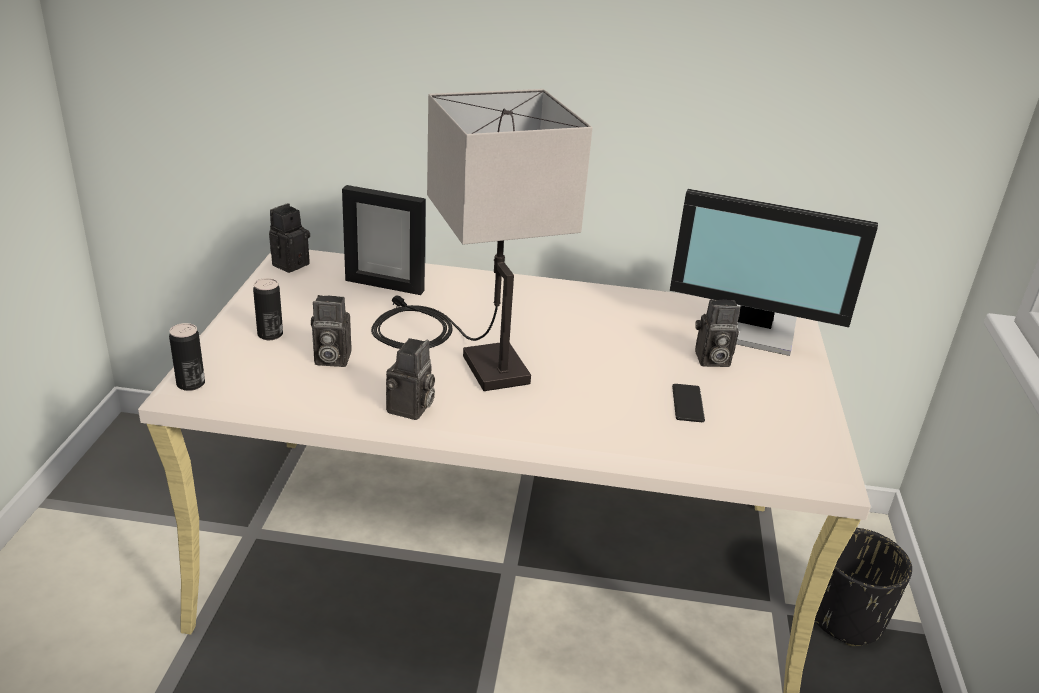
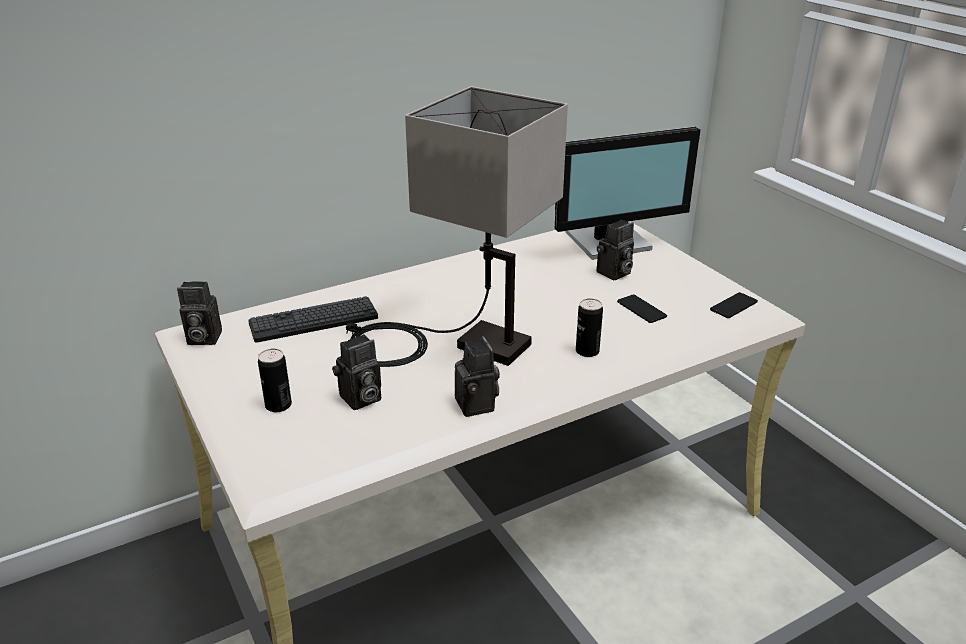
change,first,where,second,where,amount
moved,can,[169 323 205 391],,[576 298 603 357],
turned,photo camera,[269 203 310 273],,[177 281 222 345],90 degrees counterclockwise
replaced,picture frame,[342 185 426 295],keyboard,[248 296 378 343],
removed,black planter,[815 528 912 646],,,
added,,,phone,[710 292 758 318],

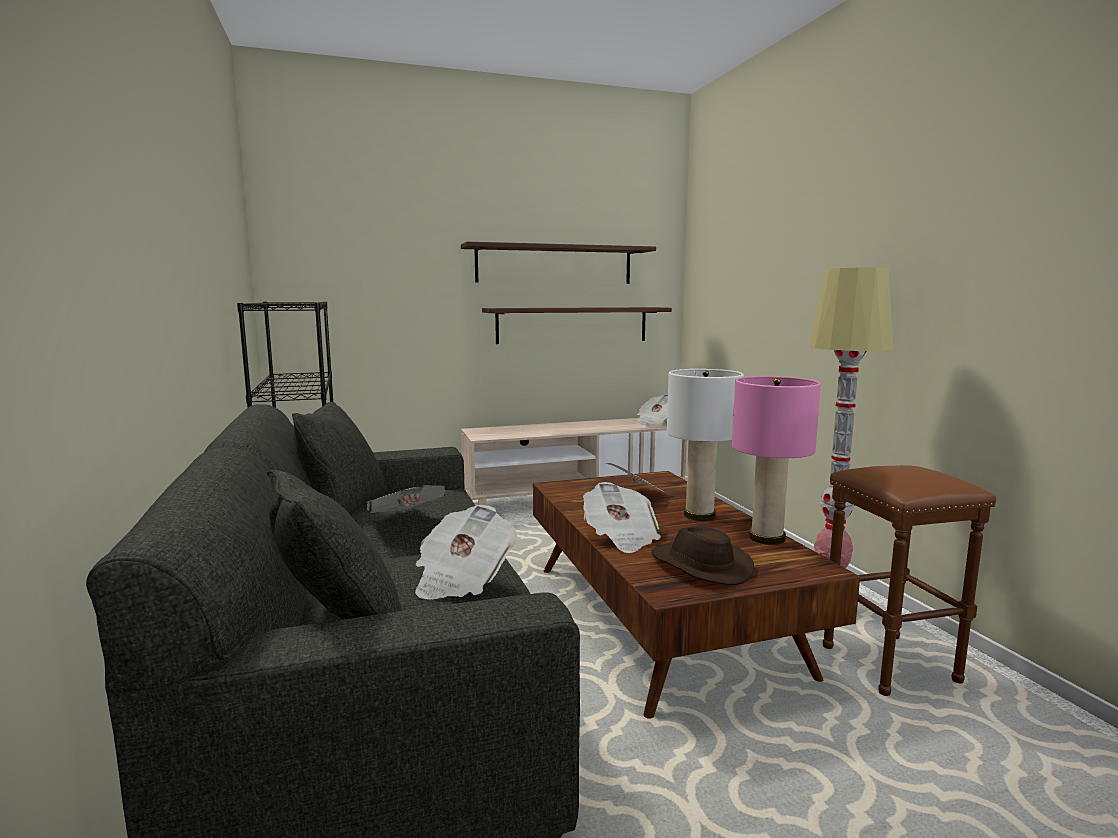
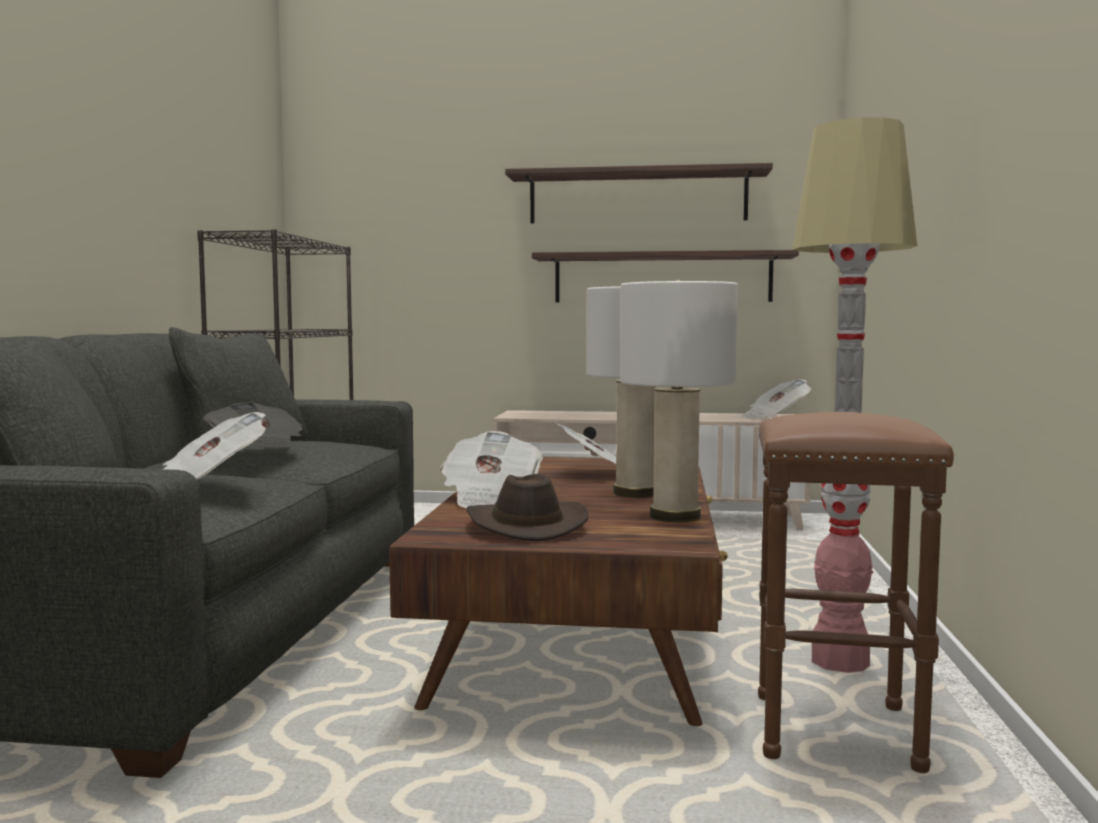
change,first,where,second,where,amount
recoloured,pink table lamp,[732 376 821 545],white table lamp,[620 280 738 522],

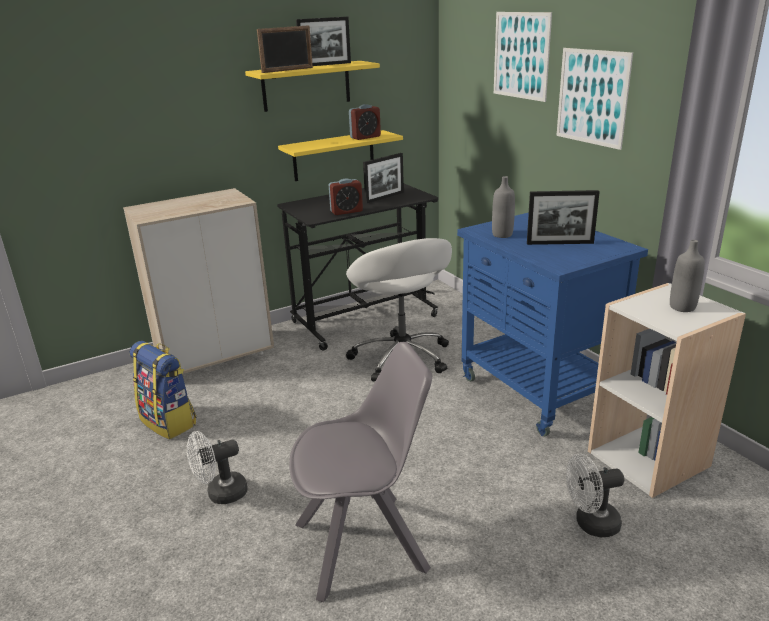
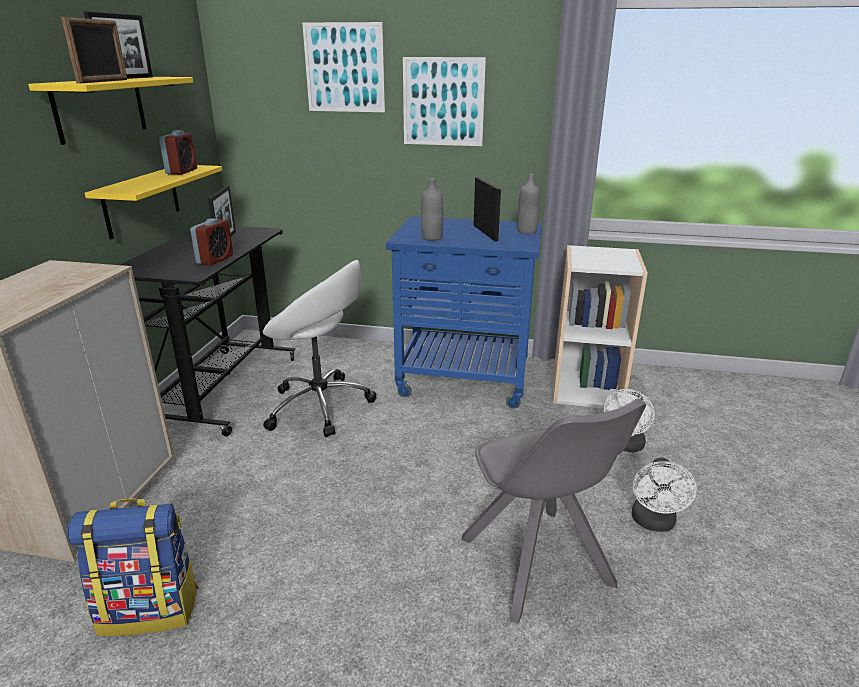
change,first,where,second,where,amount
moved,white fan,[187 431 248 504],,[632 458 697 532],
turned,grey chair,[289 342 432 602],,[461 399 646 624],135 degrees clockwise
turned,picture frame,[527 190 600 245],,[473 177 501 242],60 degrees counterclockwise
moved,grey bottle,[670 240 705 312],,[517 174 540 234],

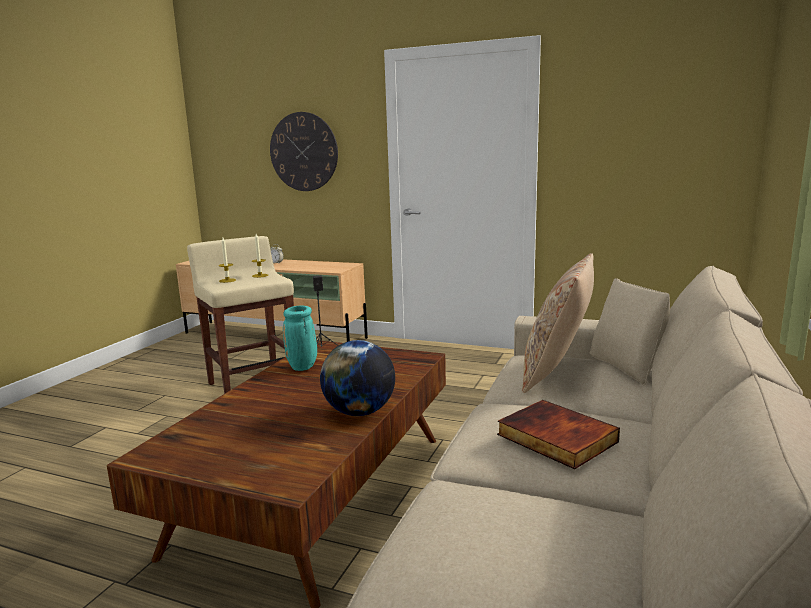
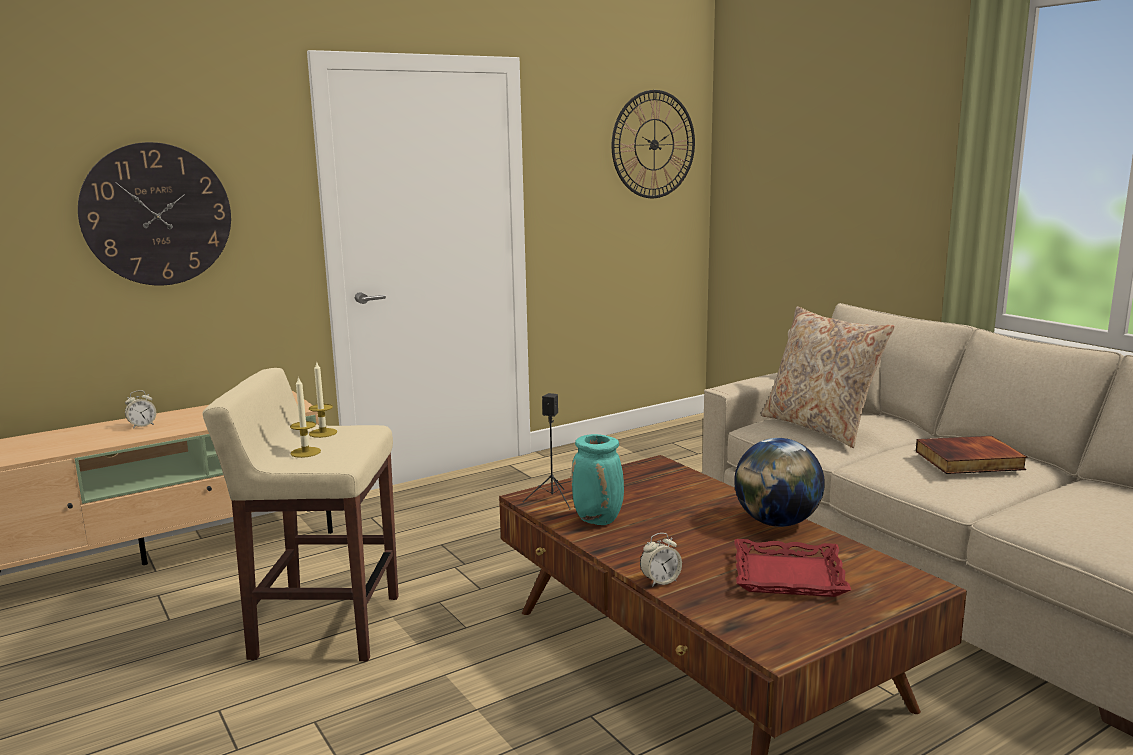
change,first,where,second,where,amount
added,,,wall clock,[612 90 695 198],
added,,,alarm clock,[640 533 682 587],
added,,,red tray,[734 539 851 597],

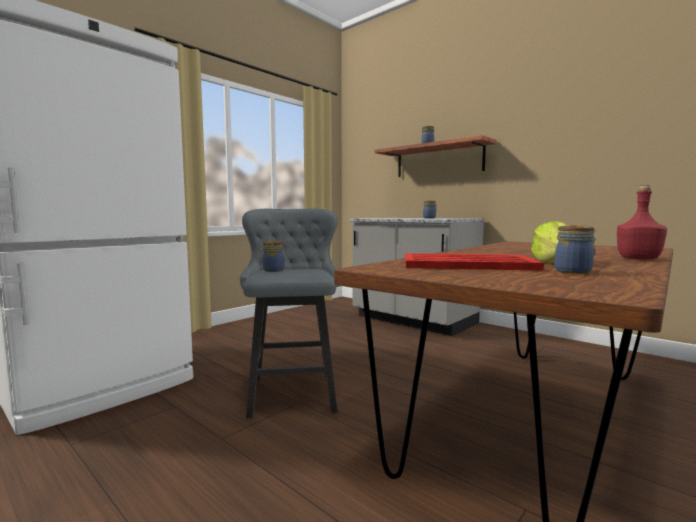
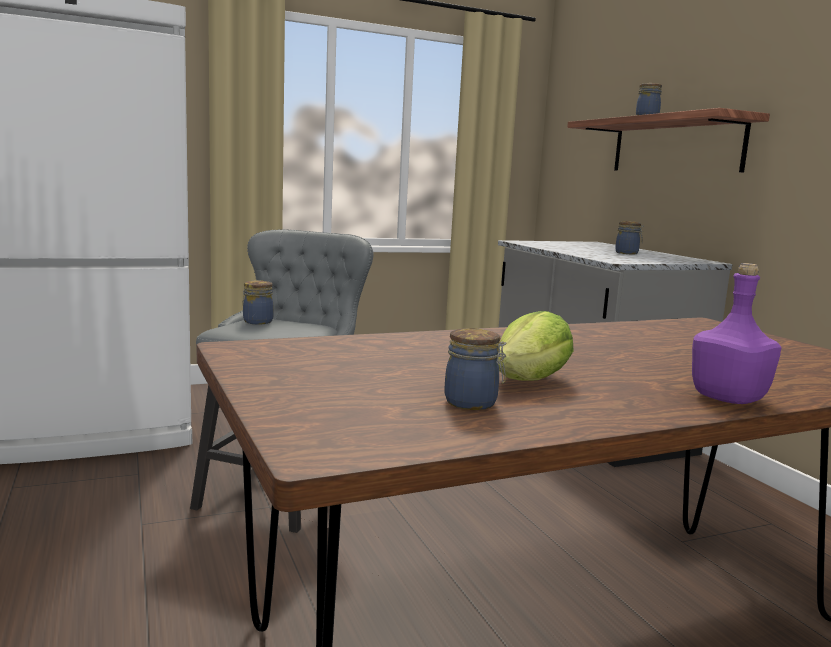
change,first,where,second,where,amount
removed,red tray,[405 253 544 271],,,
recoloured,red bottle,[617 185 667 260],purple bottle,[692 263 782 404],

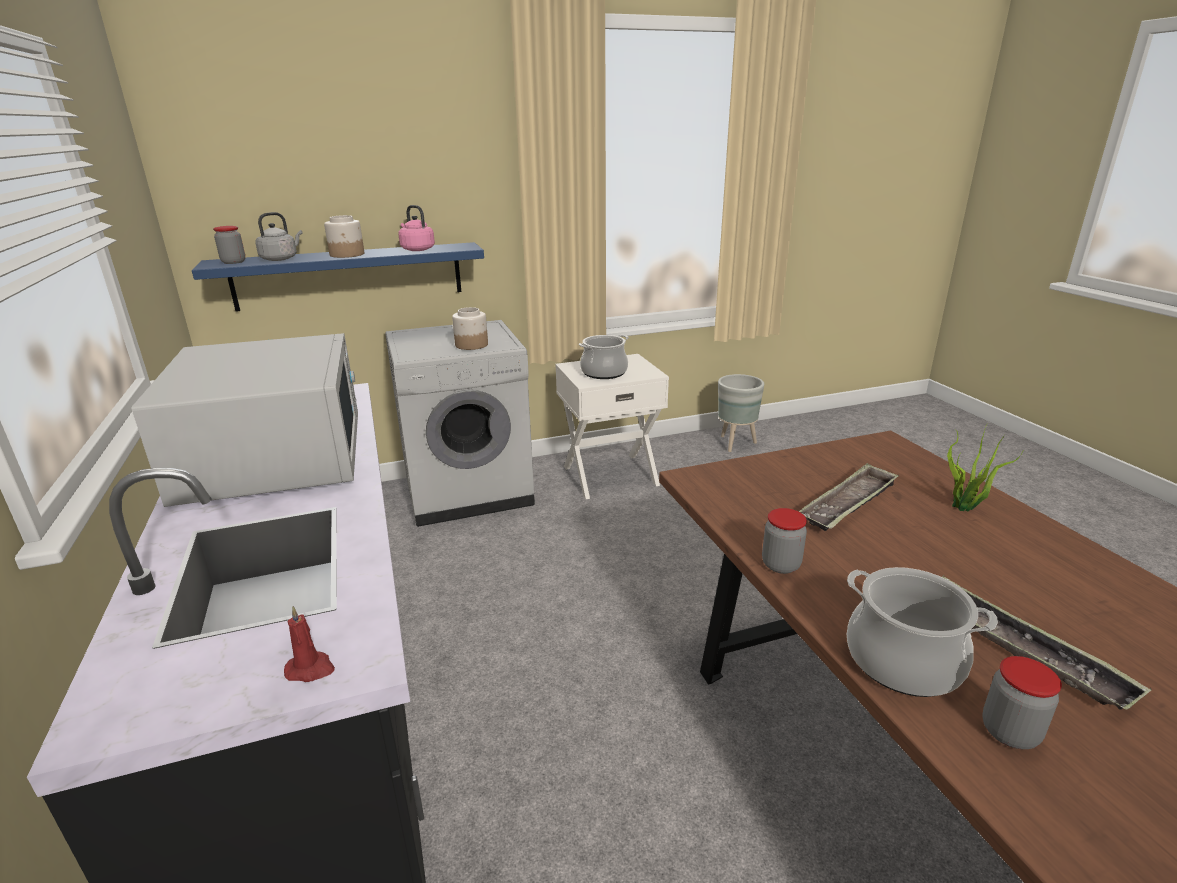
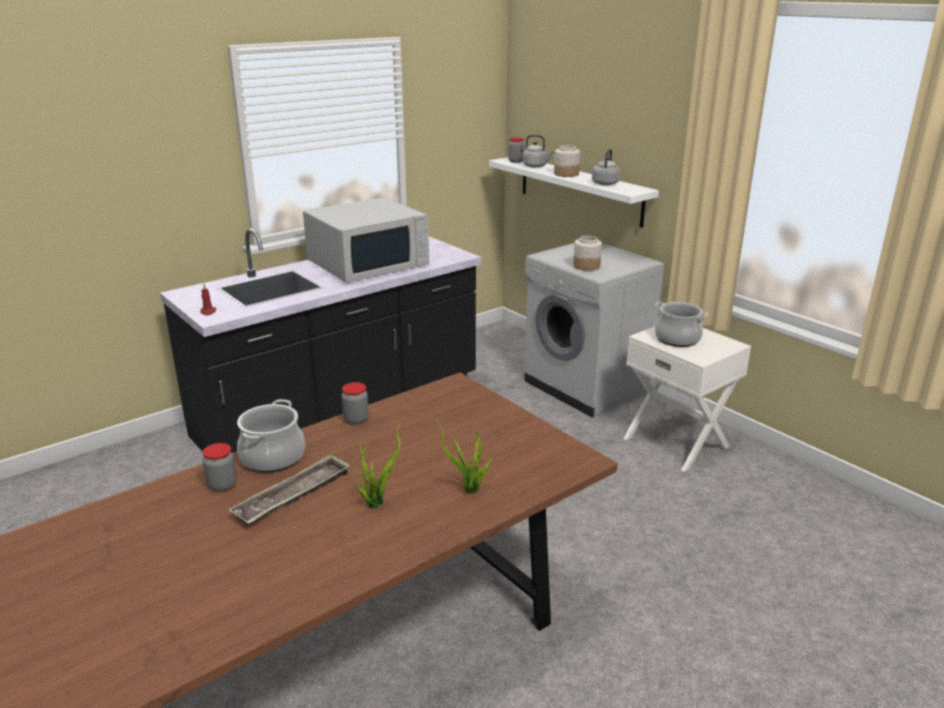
change,first,where,second,where,amount
recoloured,blue shelf,[192 242 484 312],white shelf,[489 157 659 228],
recoloured,pink kettle,[398 205 435 251],grey kettle,[592 149 620 185],
removed,grey planter,[718 374 764 452],,,
removed,tray,[799 463 899 531],,,
added,,,potted plant,[352 417 405 509],

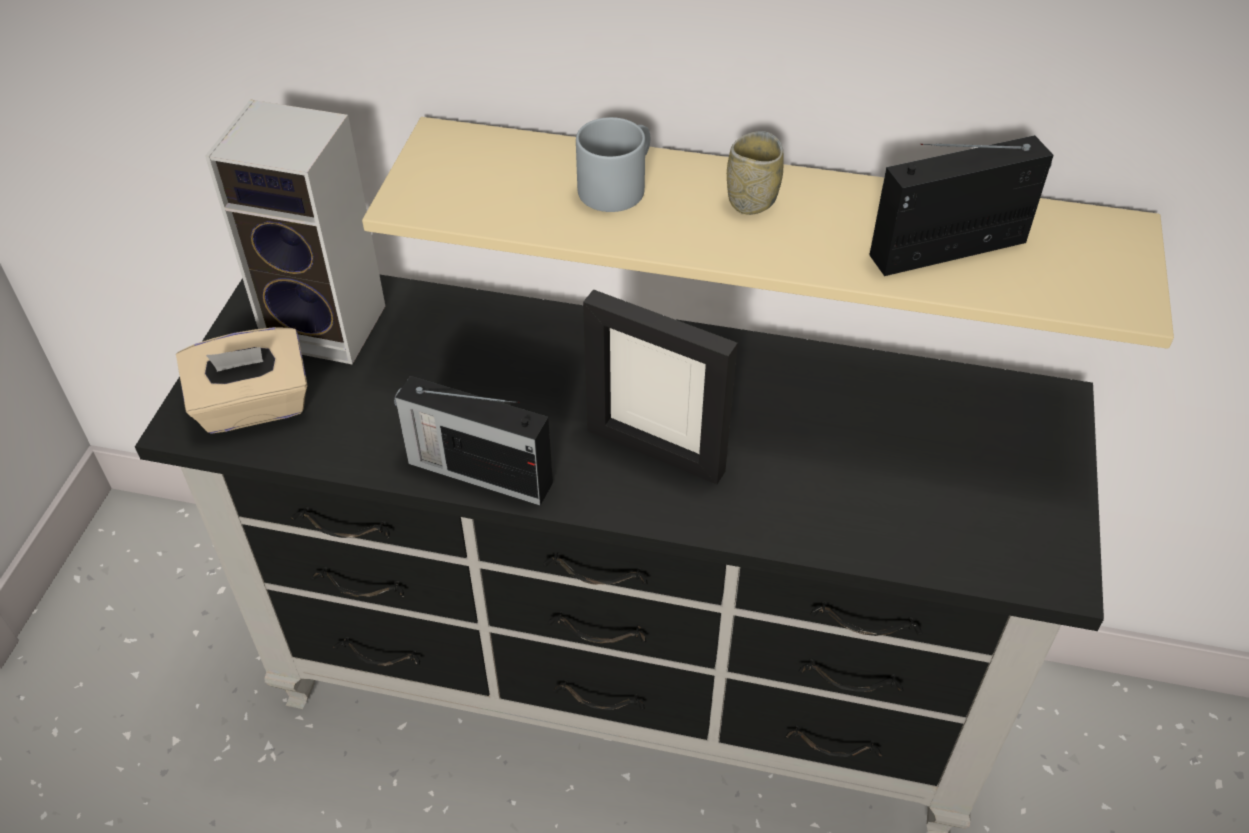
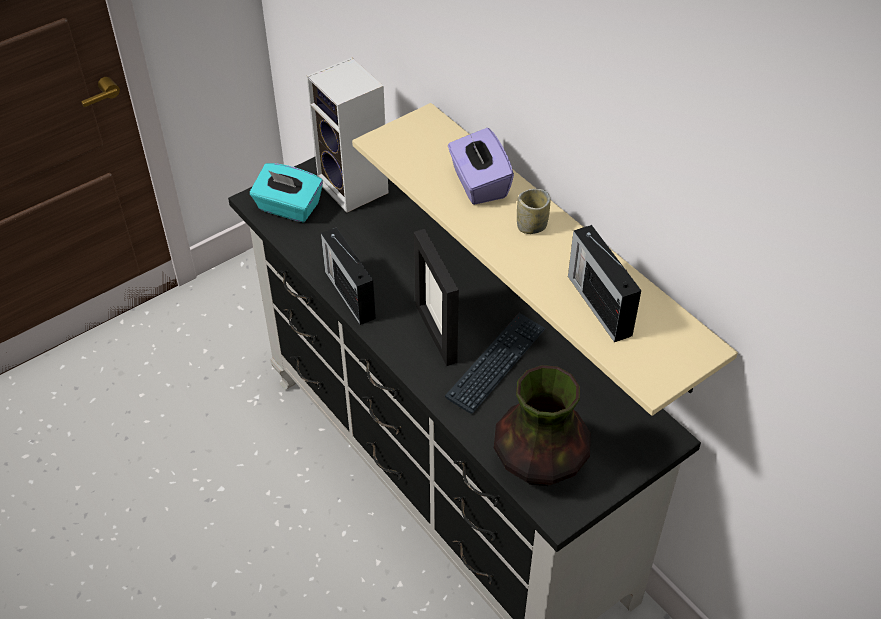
change,first,where,second,where,amount
recoloured,beige tissue box,[176 327 308 434],turquoise tissue box,[250 163 323 222],
replaced,grey mug,[576 117 650 212],purple tissue box,[448 128 514 205],
turned,radio,[870 135 1053 276],,[568 225 641 342],135 degrees counterclockwise
added,,,keyboard,[445 313 546 414],
added,,,vase,[494 365 591 486],

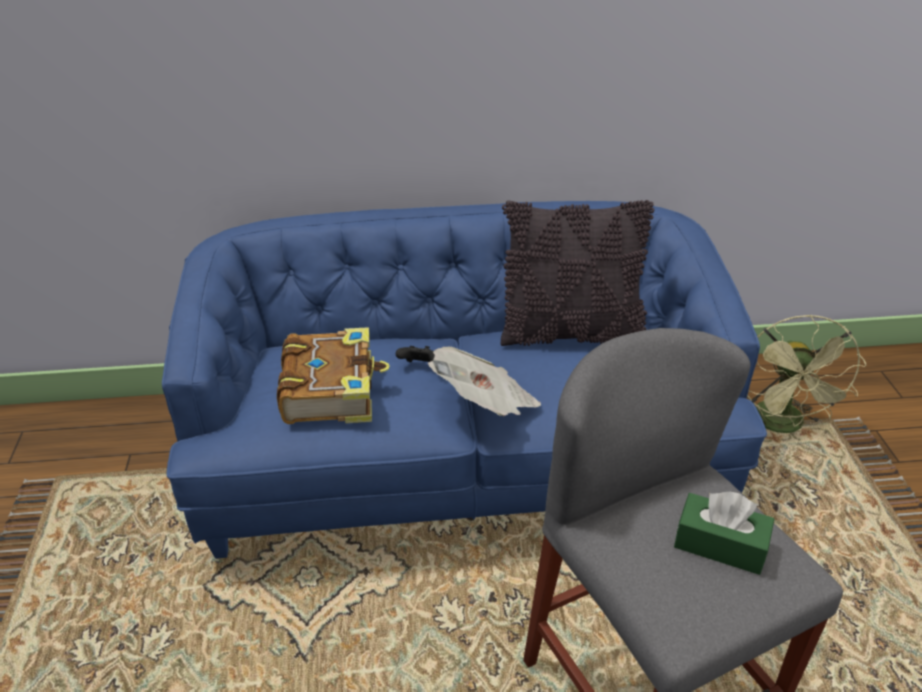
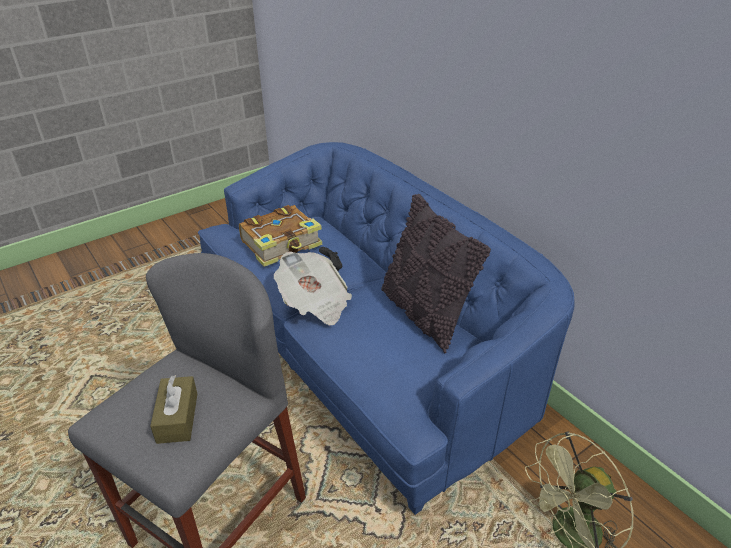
change,first,where,second,where,amount
recoloured,green tissue box,[674 492 774 575],brown tissue box,[150 375 197 444],

